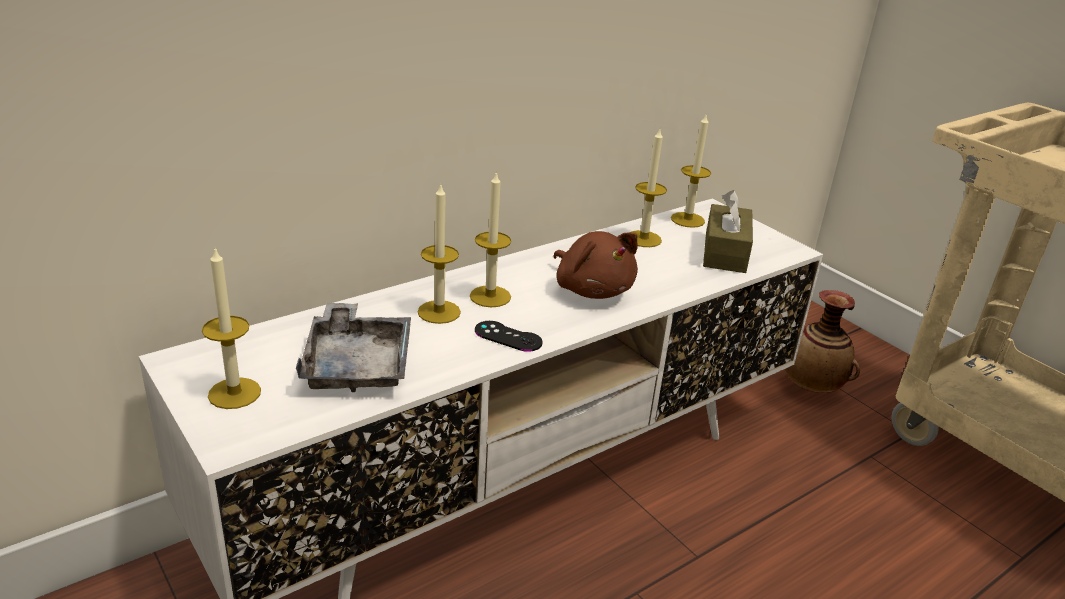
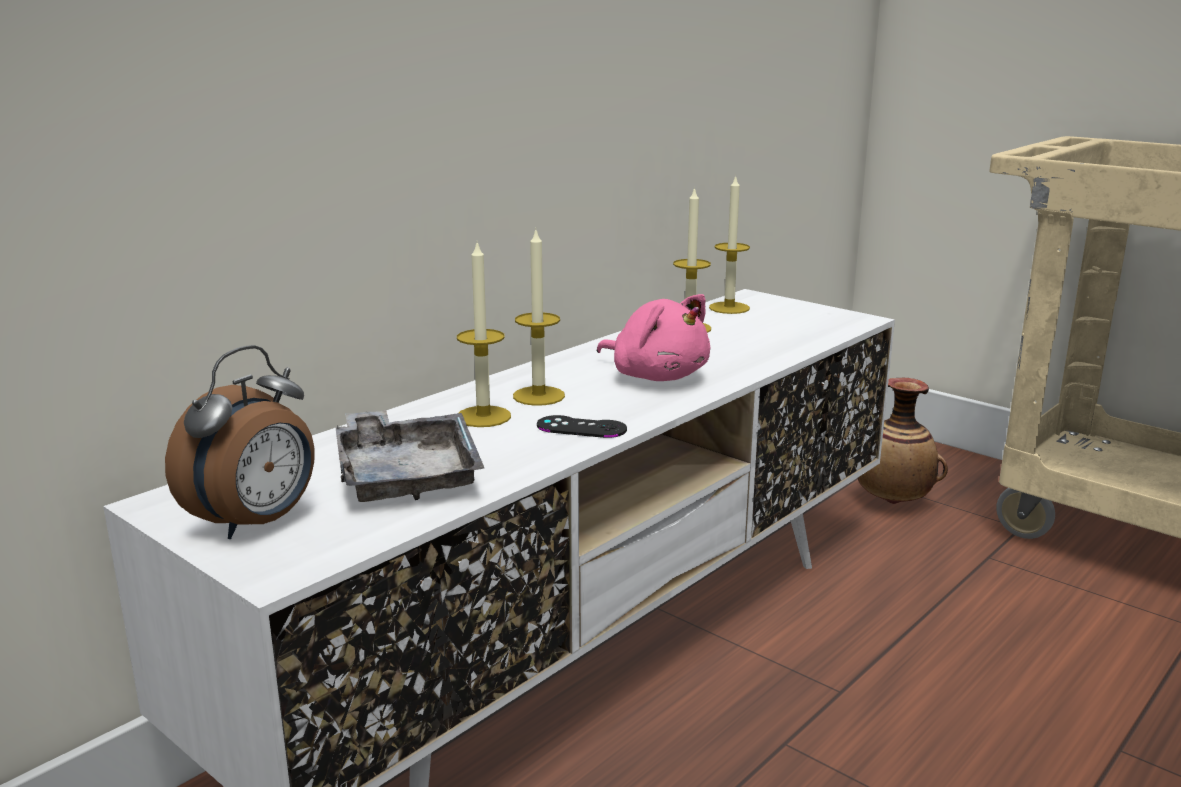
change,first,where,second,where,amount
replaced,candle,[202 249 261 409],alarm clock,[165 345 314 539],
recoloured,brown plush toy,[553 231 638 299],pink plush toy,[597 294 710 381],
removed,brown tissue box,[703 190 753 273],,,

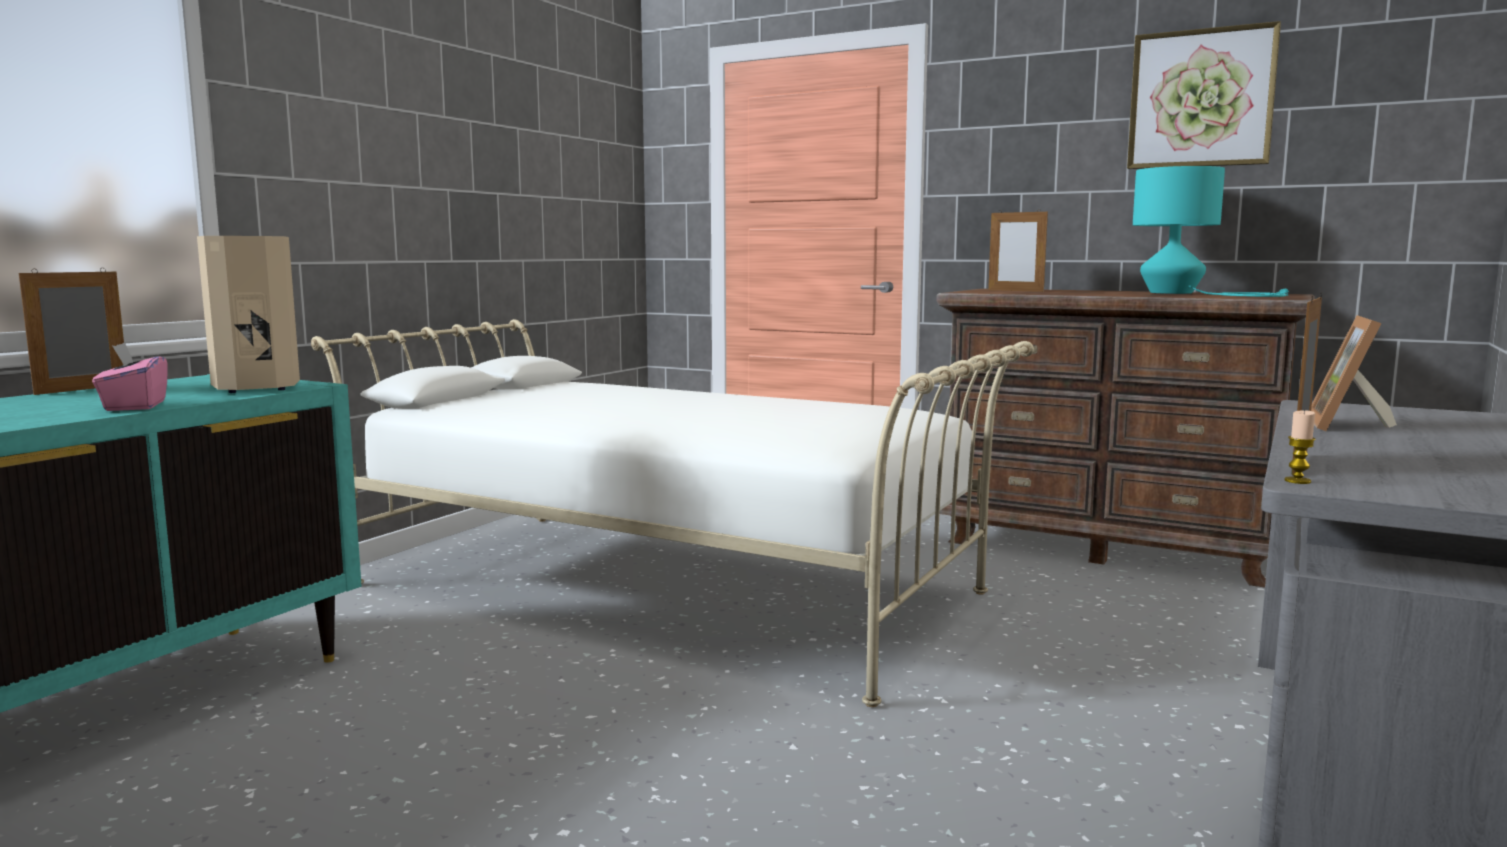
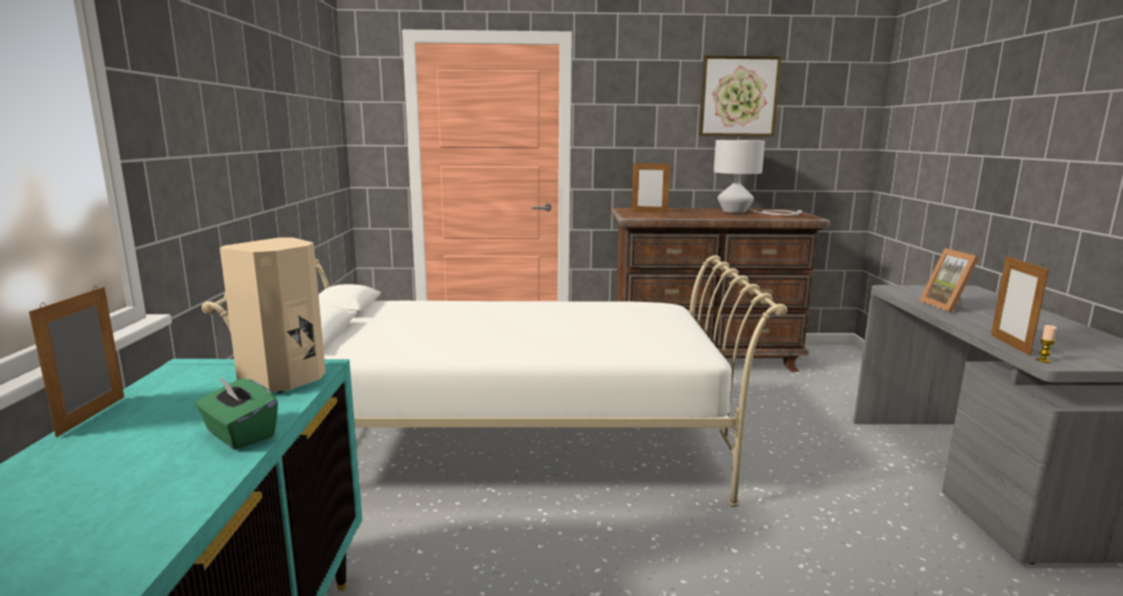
change,first,where,second,where,amount
recoloured,pink tissue box,[92 342 168 411],green tissue box,[195 375 278 450],
recoloured,turquoise table lamp,[1133 166 1289 297],grey table lamp,[714 140 802 215],

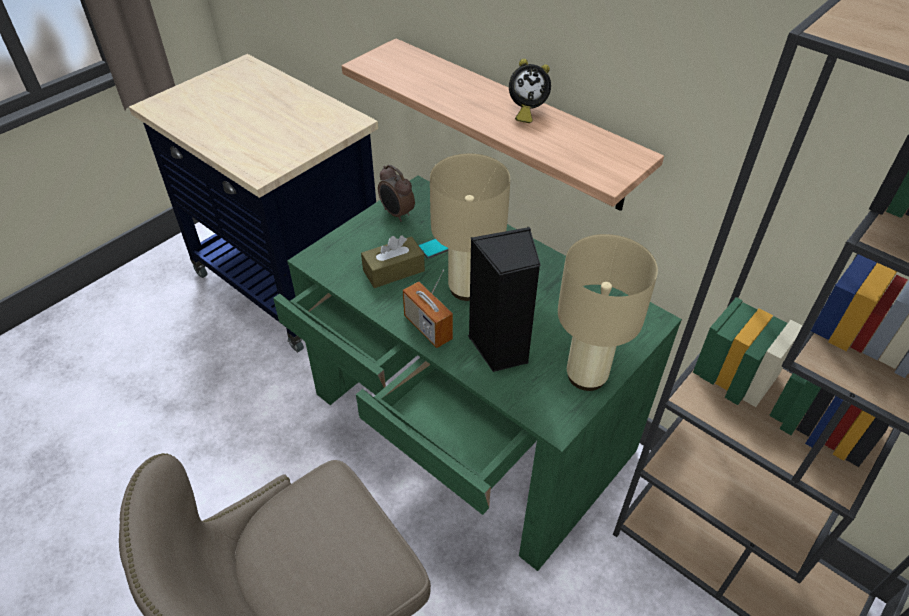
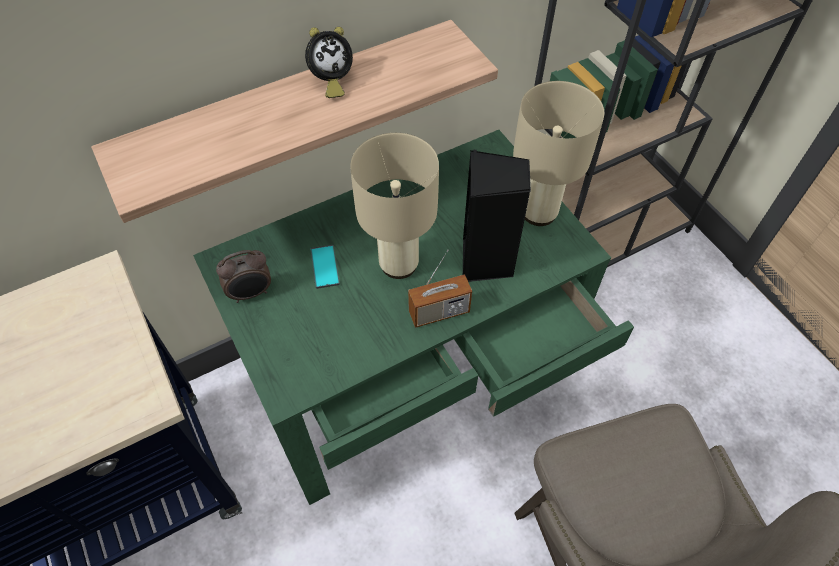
change,first,where,second,where,amount
removed,brown tissue box,[361 235 425 288],,,
turned,alarm clock,[509 59 551 123],,[305 27 353 98],45 degrees clockwise

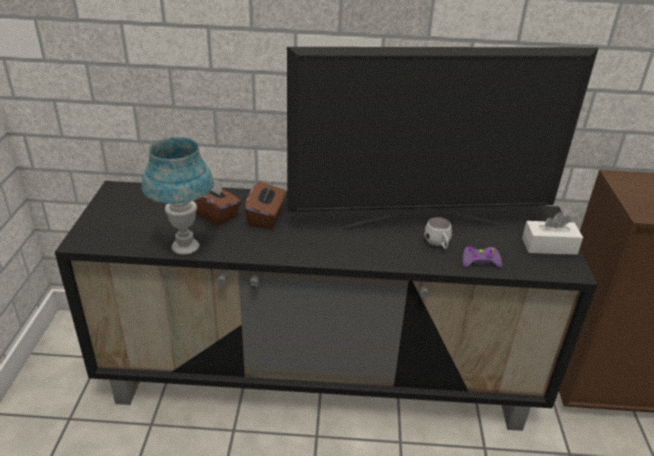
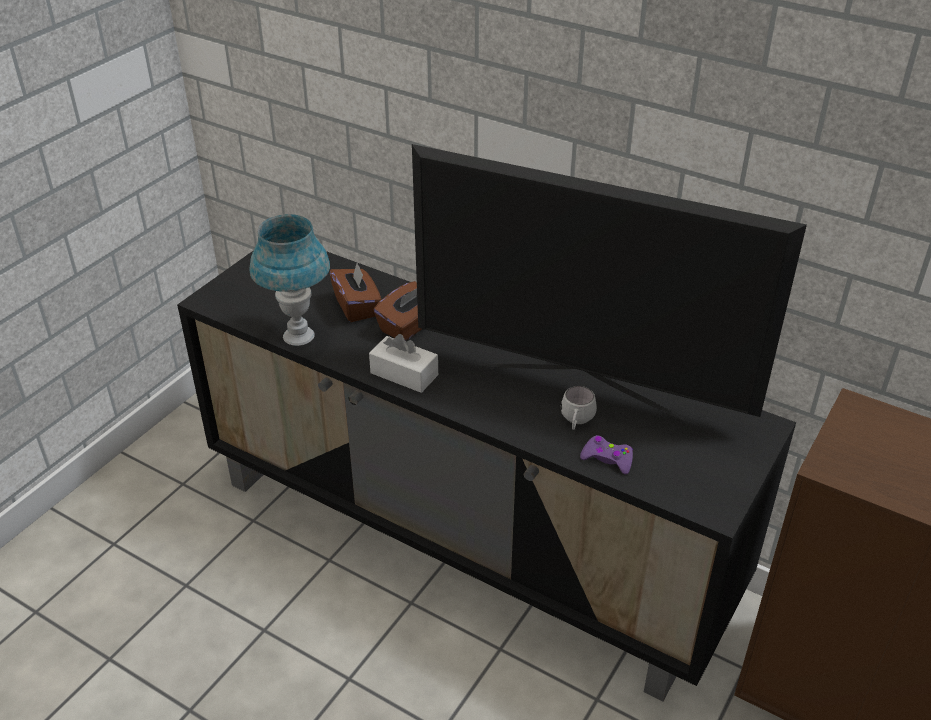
change,first,where,second,where,amount
moved,white tissue box,[522 212 583 255],,[369 334 438 393],

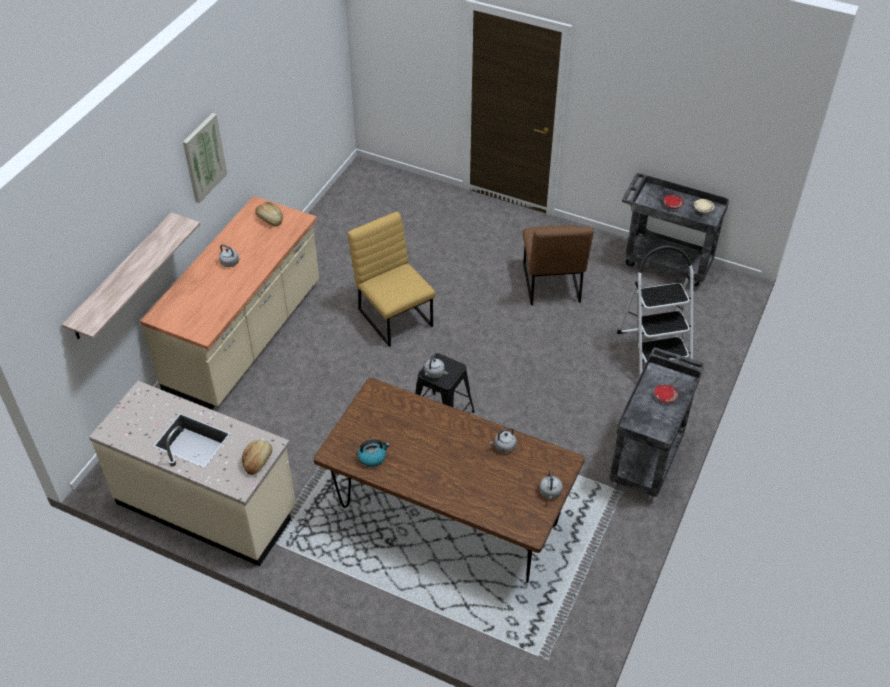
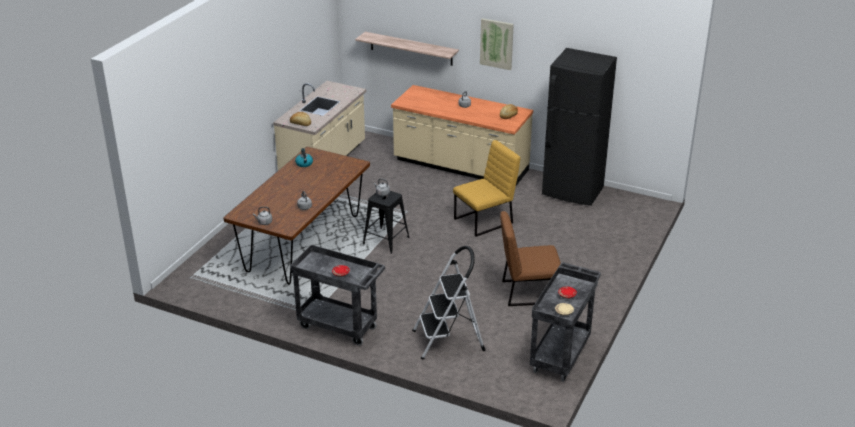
change,first,where,second,where,amount
added,,,black fridge,[542 48 617 206],

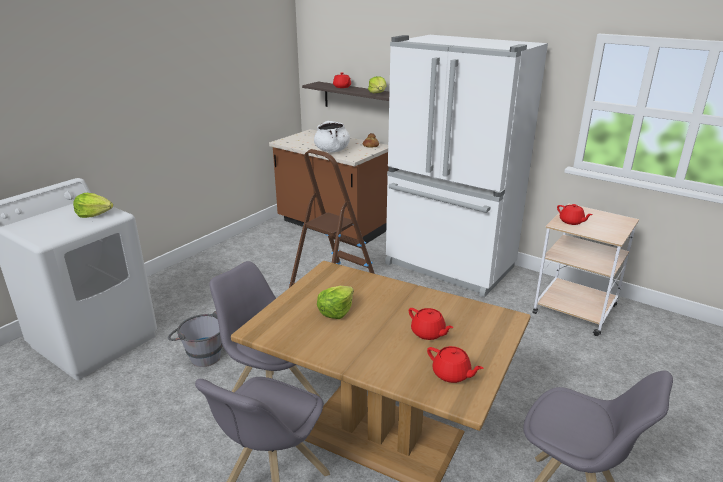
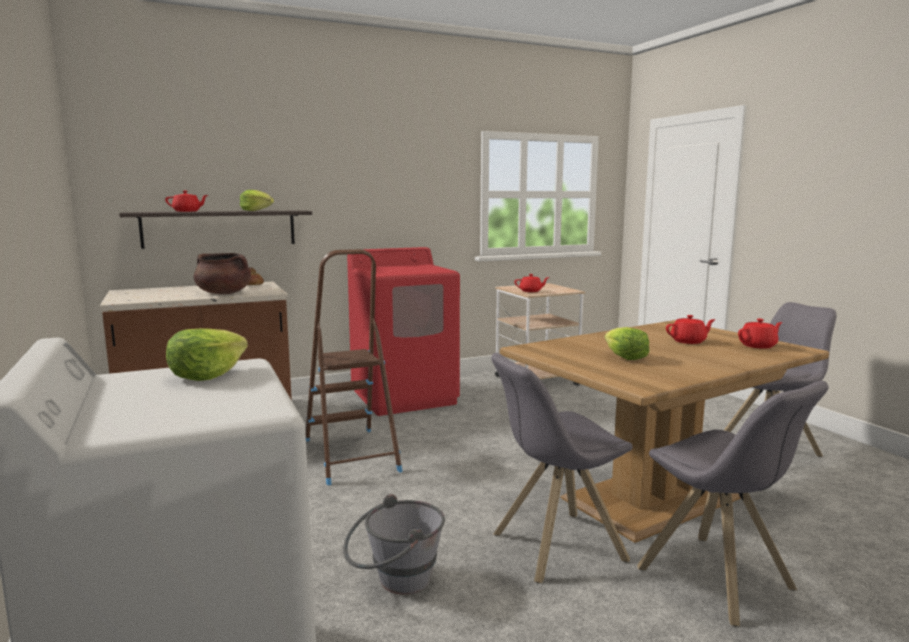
change,first,where,second,where,amount
recoloured,white cooking pot,[314 121 350 153],brown cooking pot,[194 253 251 294],
replaced,white fridge,[385 35 548 297],red washing machine,[347 247 460 416],

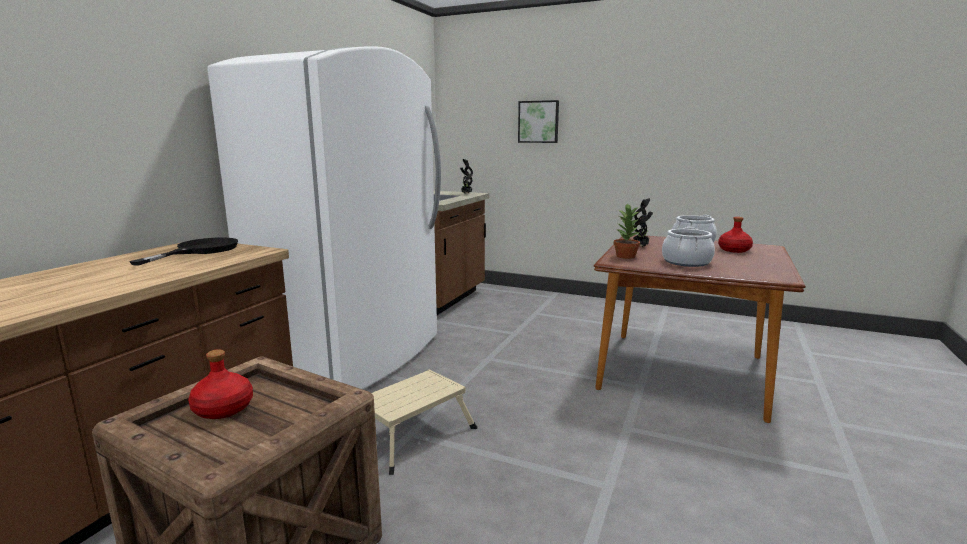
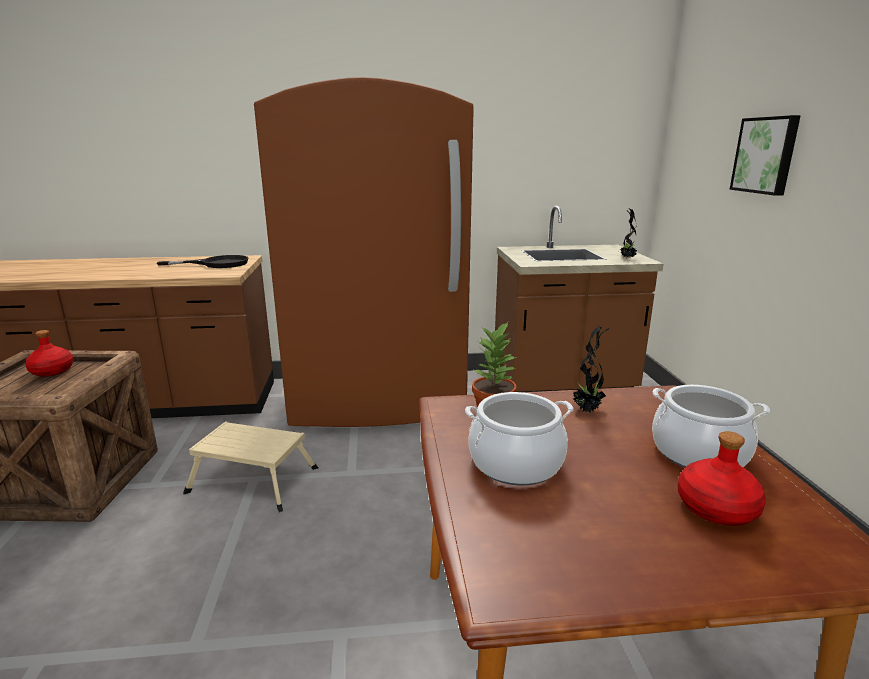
change,first,where,second,where,amount
recoloured,white fridge,[207 46 441 389],brown fridge,[254 77 474 427],

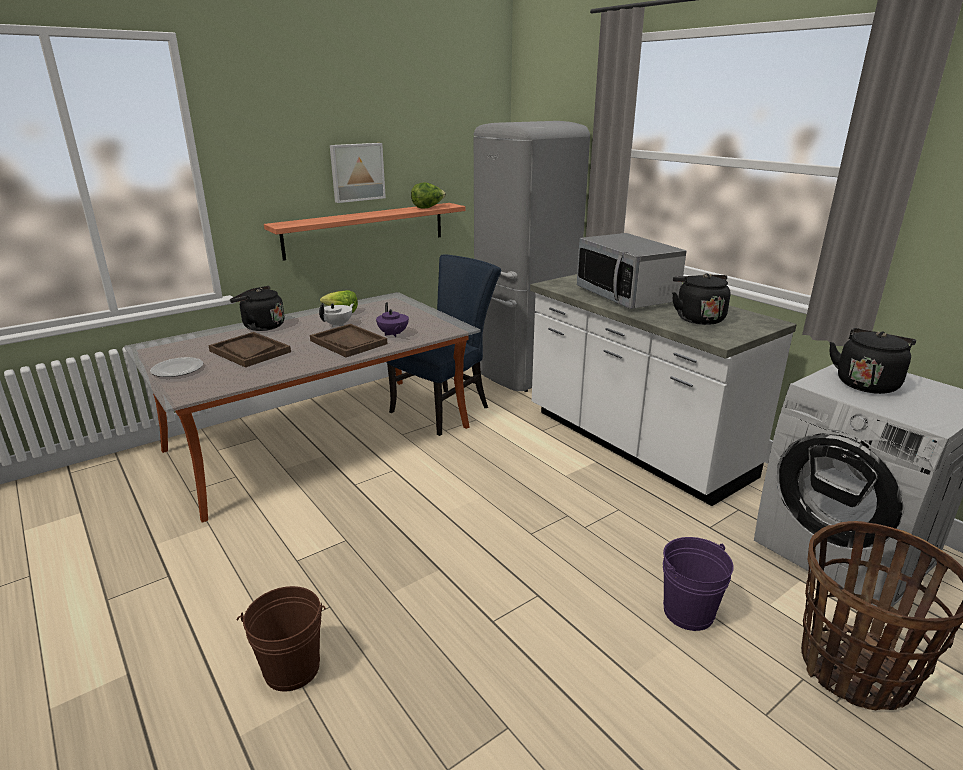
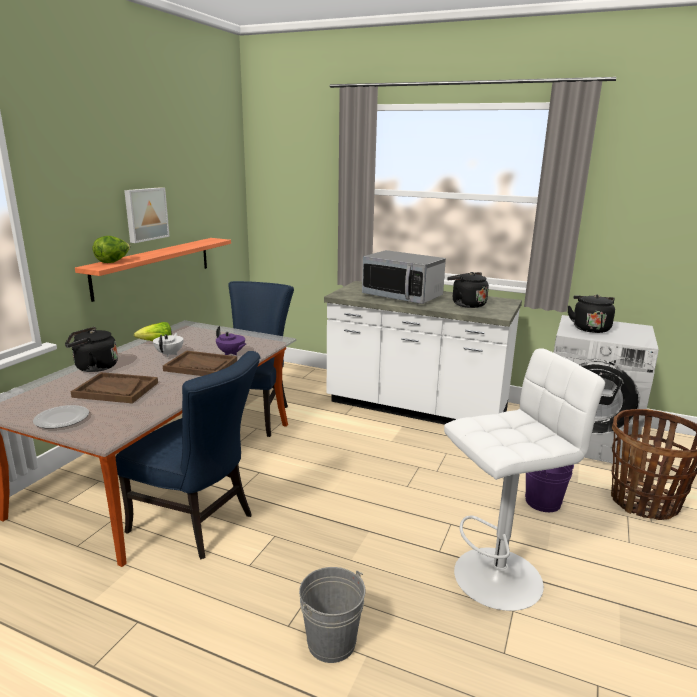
change,first,where,second,where,amount
recoloured,brown bucket,[237 586 326 692],grey bucket,[299 567 365 663],
moved,lettuce,[411 183 446 208],,[93 236 130 263],
removed,grey fridge,[474 121 590 392],,,
added,,,blue chair,[115 351 261 560],
added,,,white stool,[444 348 605 611],

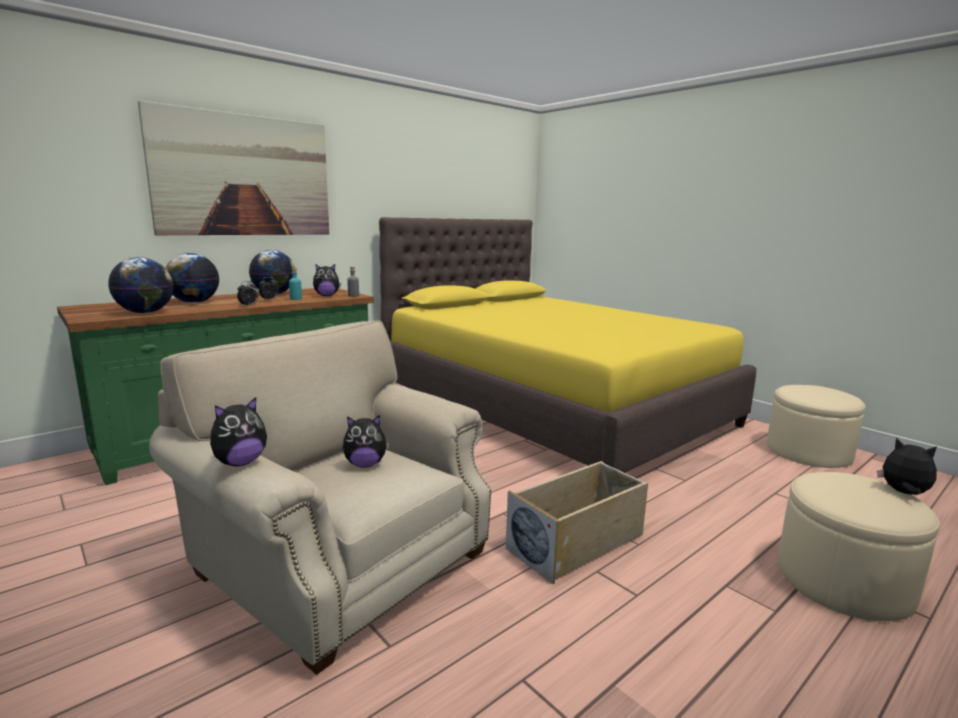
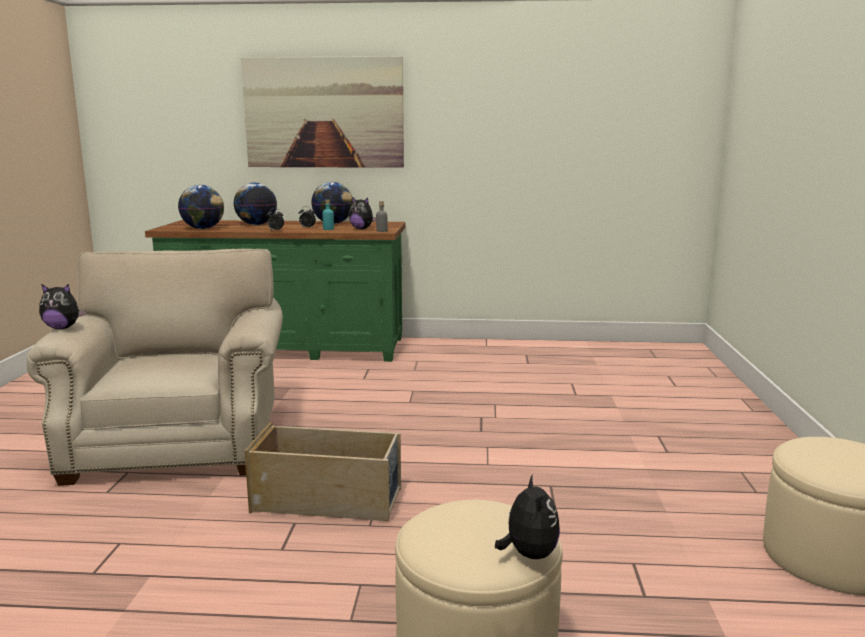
change,first,where,second,where,amount
removed,plush toy,[343 415 390 468],,,
removed,yellow bed,[379 217 756 473],,,

